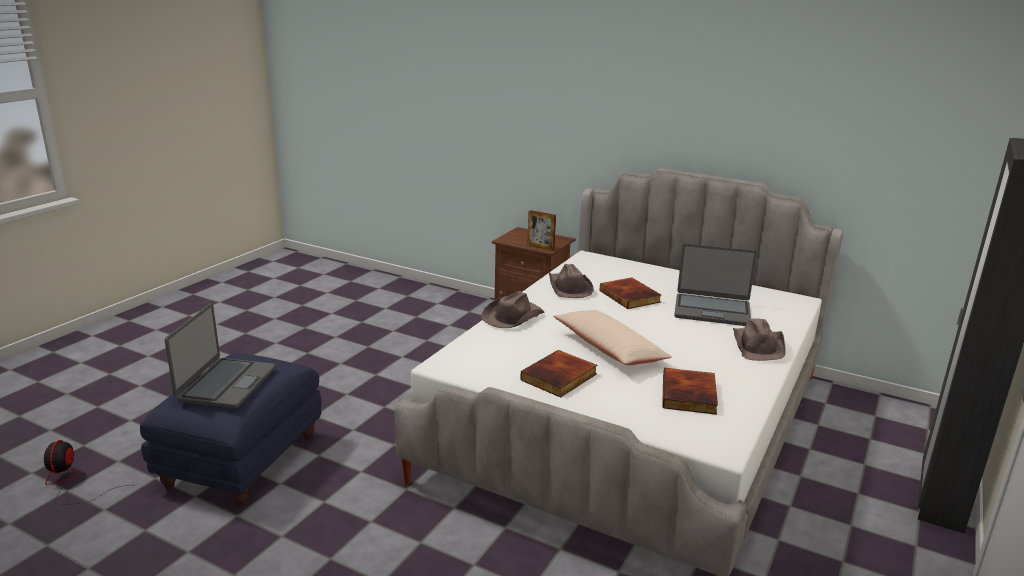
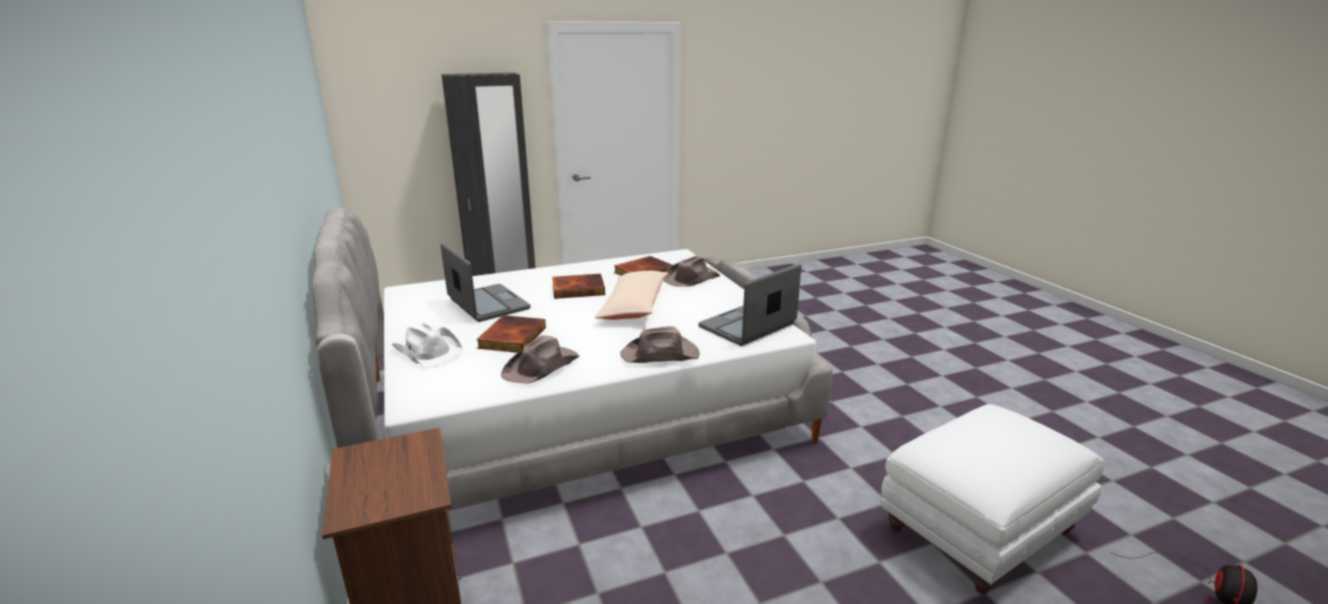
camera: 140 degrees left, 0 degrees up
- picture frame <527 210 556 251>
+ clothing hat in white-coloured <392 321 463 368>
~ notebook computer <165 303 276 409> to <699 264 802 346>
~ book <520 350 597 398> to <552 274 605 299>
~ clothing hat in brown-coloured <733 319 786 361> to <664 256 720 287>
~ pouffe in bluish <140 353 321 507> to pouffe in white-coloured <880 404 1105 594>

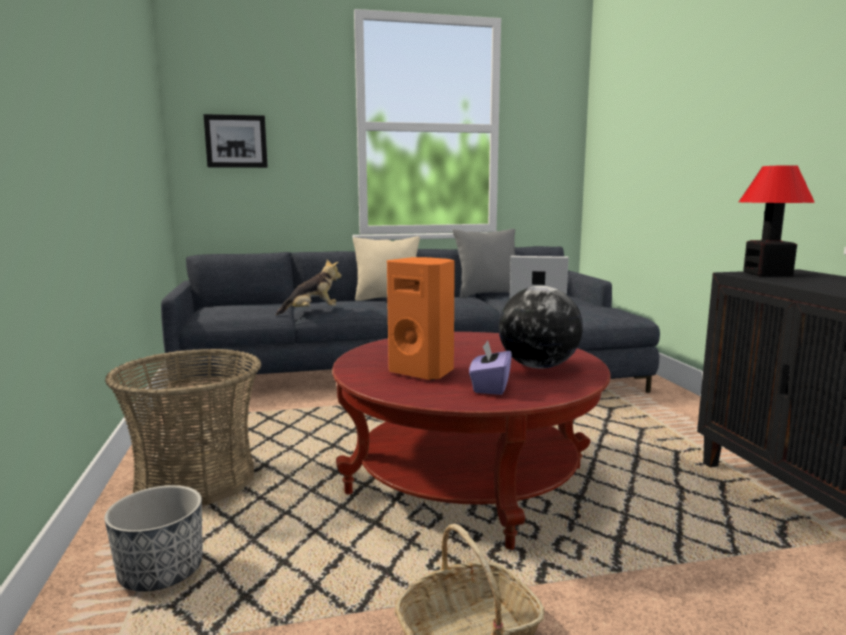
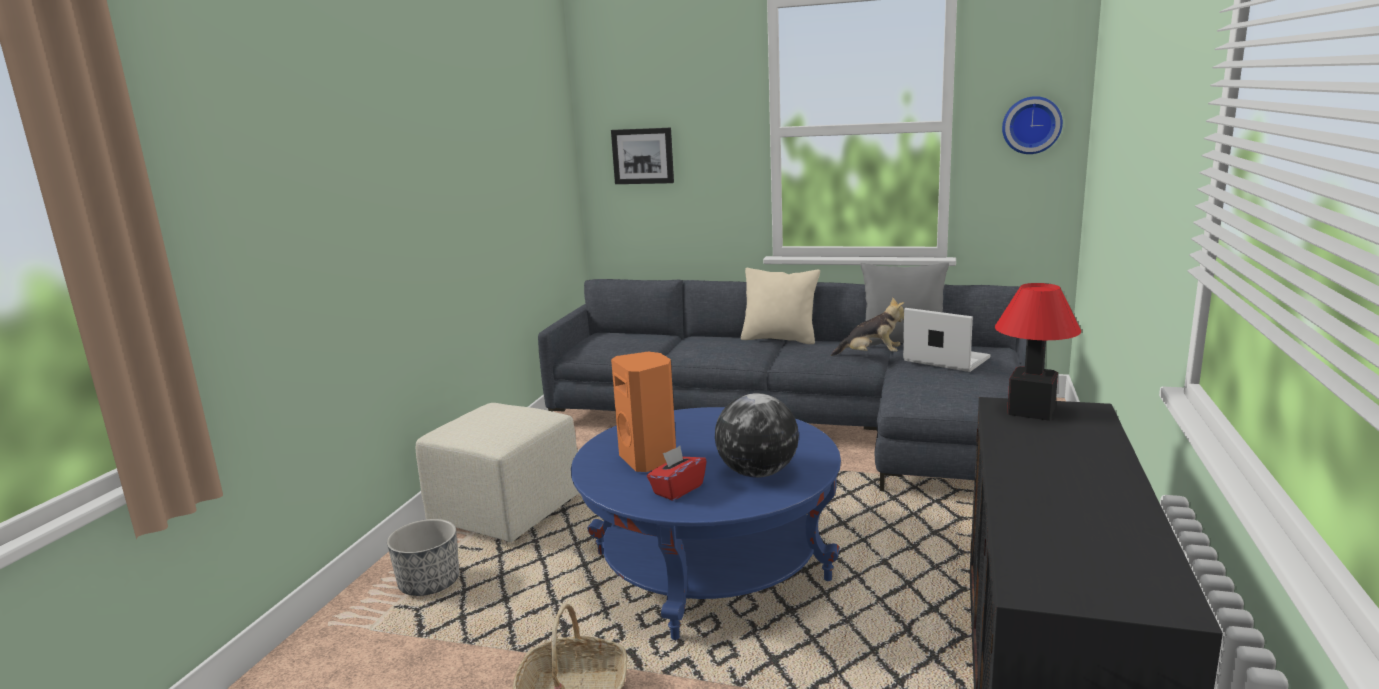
camera: 30 degrees right, 5 degrees up
+ wall clock <1002 96 1063 154>
~ plush toy <276 260 341 315> to <831 298 904 356>
~ storage basket <105 349 261 506> to pouffe in beige-coloured <416 403 579 542>
~ coffee table in red <332 332 611 550> to coffee table in bluish <571 407 841 640>
~ tissue box in purplish <469 340 512 395> to tissue box in red <647 446 707 501>

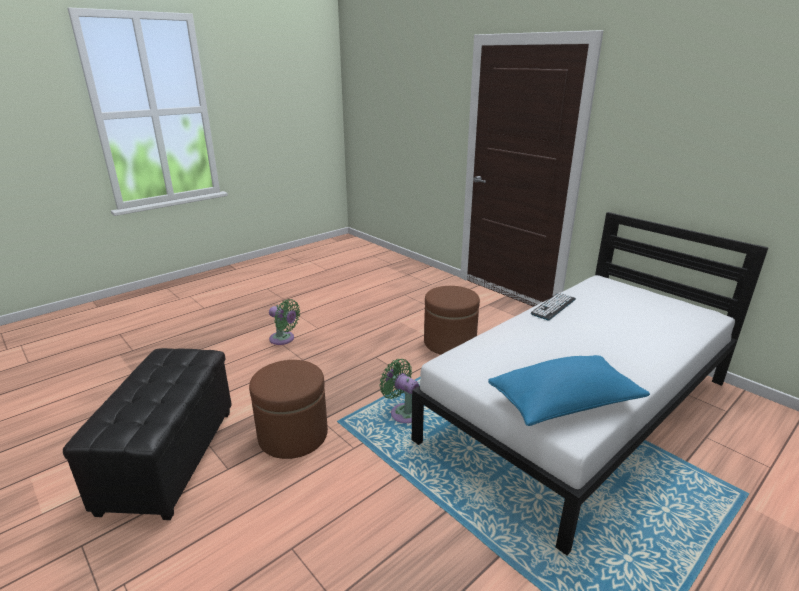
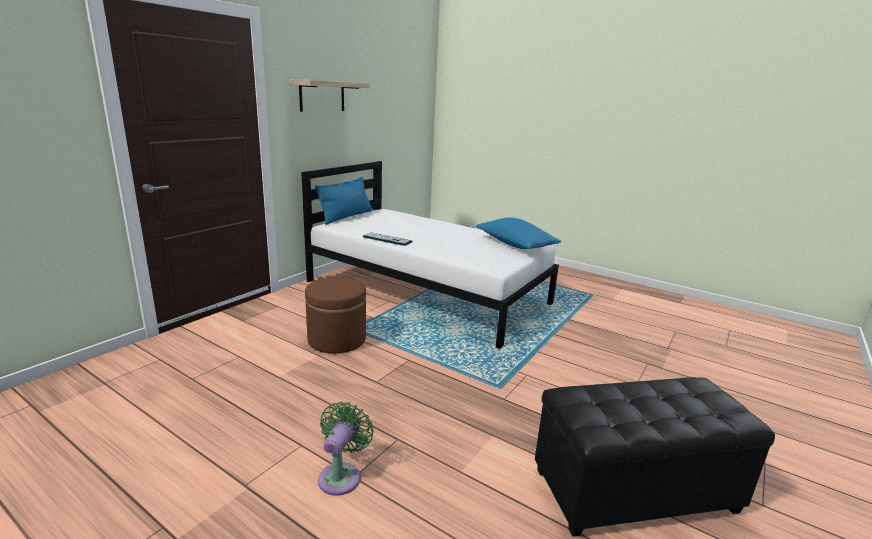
camera: 105 degrees left, 5 degrees down
- pouffe in brown-coloured <249 360 328 459>
- electric fan in green <379 359 419 423>
+ shelf <290 79 370 112>
+ cushion in bluish <315 177 372 224>

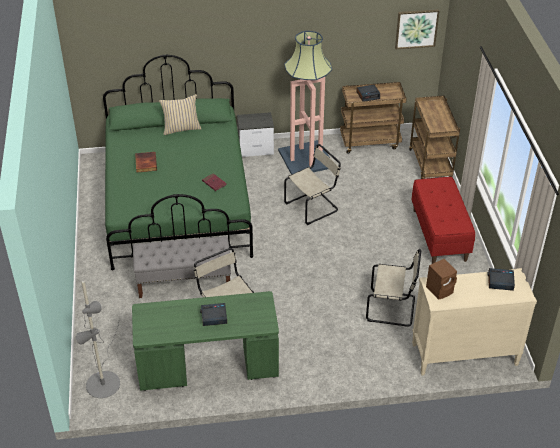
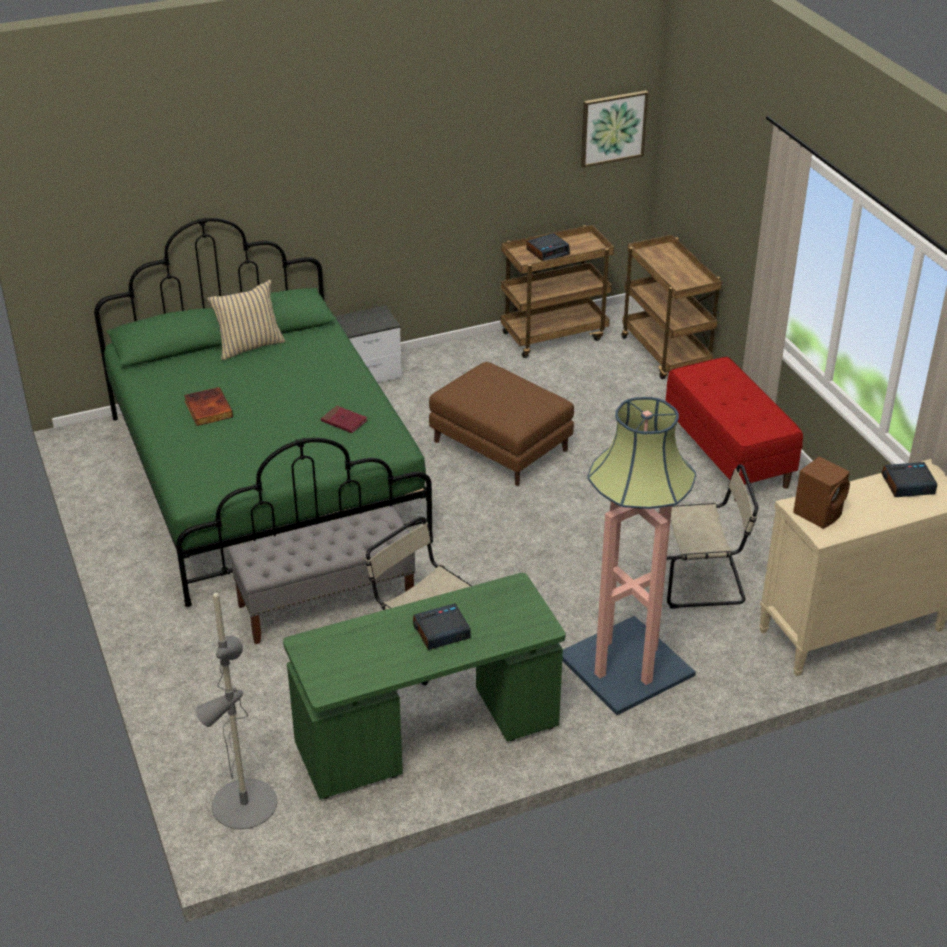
camera: 15 degrees left, 5 degrees down
~ floor lamp <278 31 332 175> to <562 397 696 715>
~ chair in beige-coloured <284 144 341 225> to pouffe in brown-coloured <429 362 574 486>

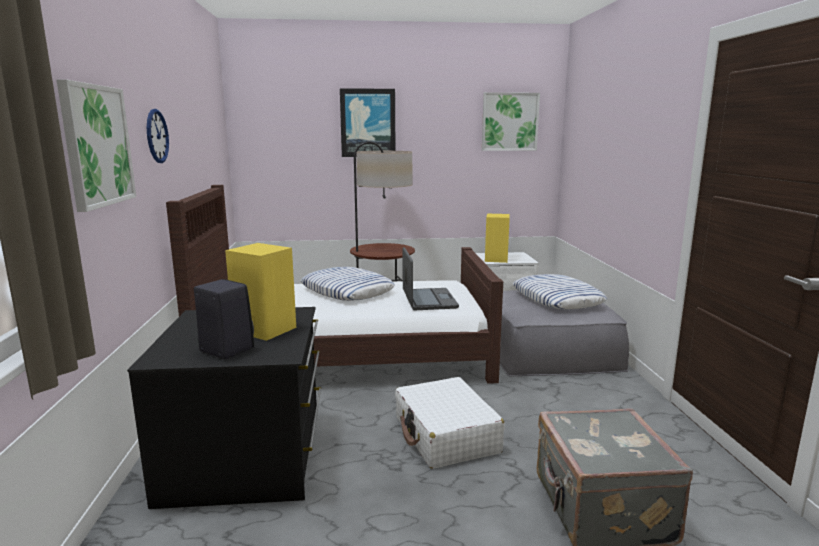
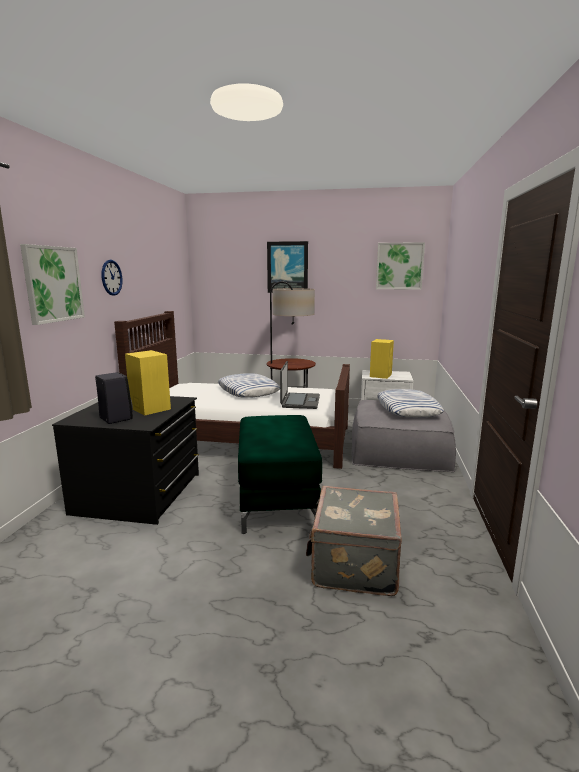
camera: 15 degrees right, 0 degrees up
~ piece of luggage in white-coloured <395 377 505 469> to pouffe in green <238 415 322 534>

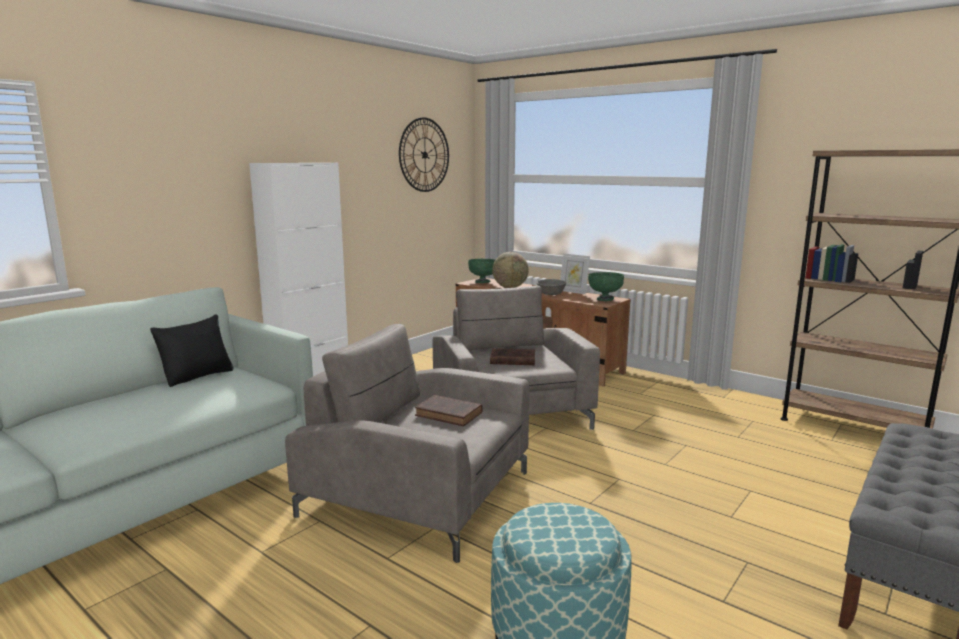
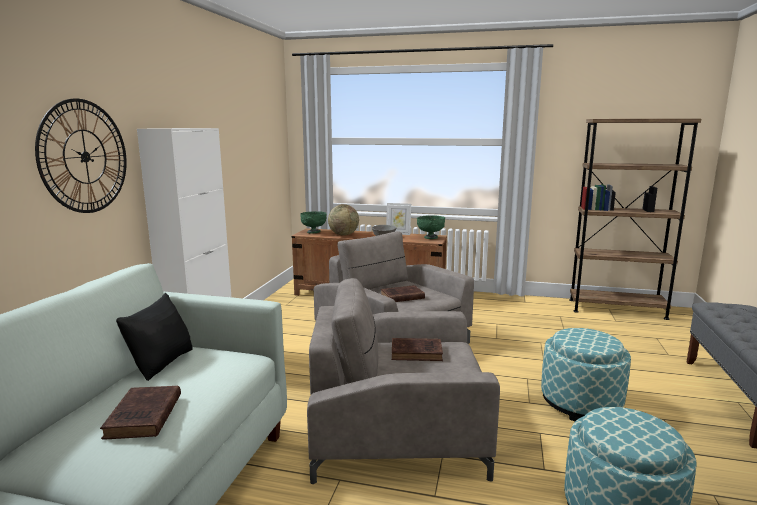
camera: 25 degrees left, 0 degrees up
+ book in brown-coloured <100 385 181 439>
+ pouffe <541 328 631 421>
~ wall clock <399 117 449 192> to <35 99 127 213>

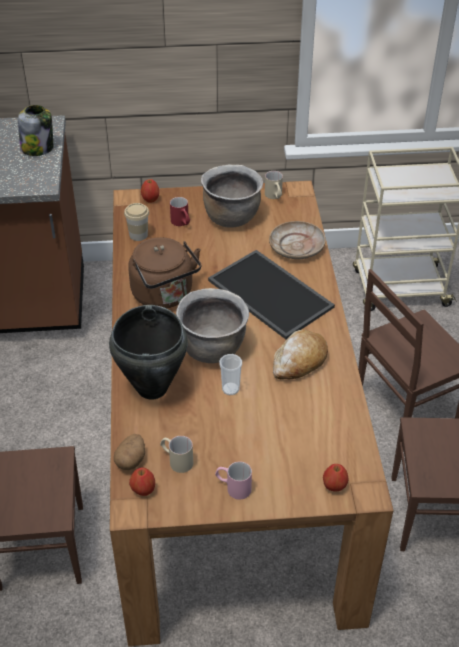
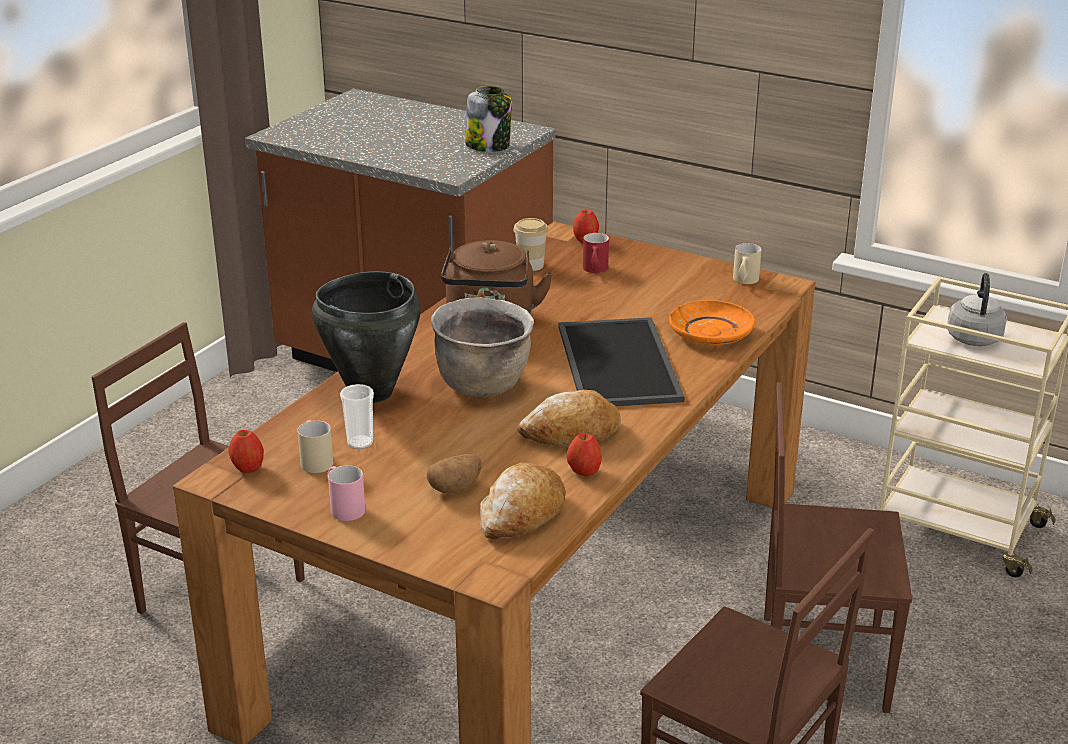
camera: 35 degrees right, 15 degrees down
- stockpot in brown-coloured <201 164 263 228>
+ bread <480 462 566 539>
+ water kettle in gray <947 273 1007 346>
~ spud <114 434 145 470> to <427 454 482 493>
~ drinking cup <219 354 242 395> to <340 384 374 449>
~ whole apple <323 464 348 491> to <566 433 602 476>
~ flat dish in beige-coloured <269 221 326 259> to flat dish in orangey <669 300 755 345>

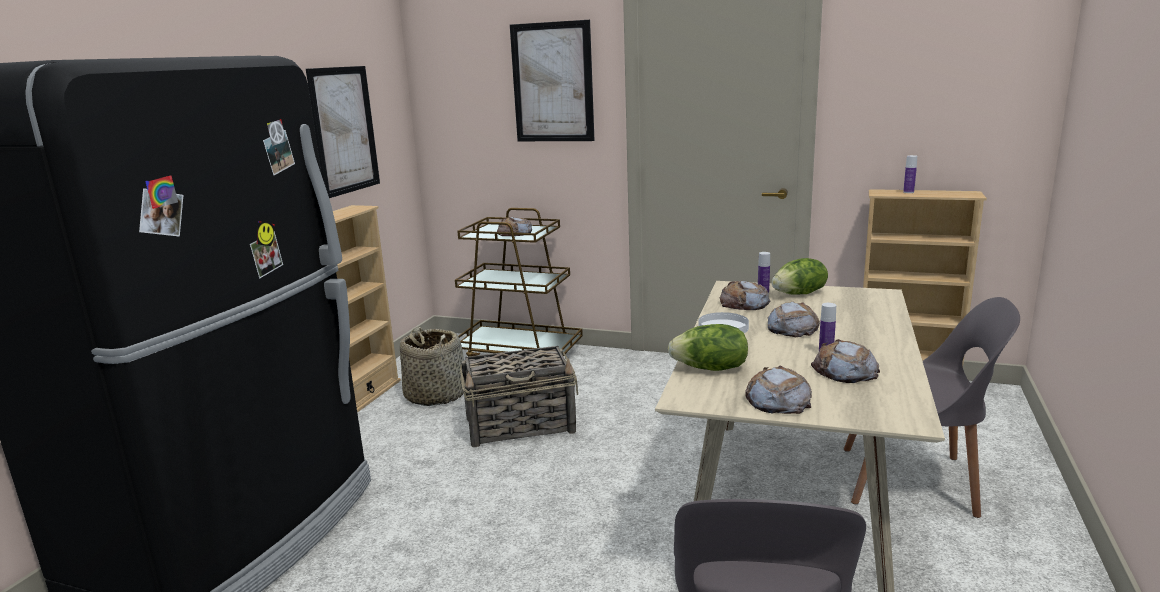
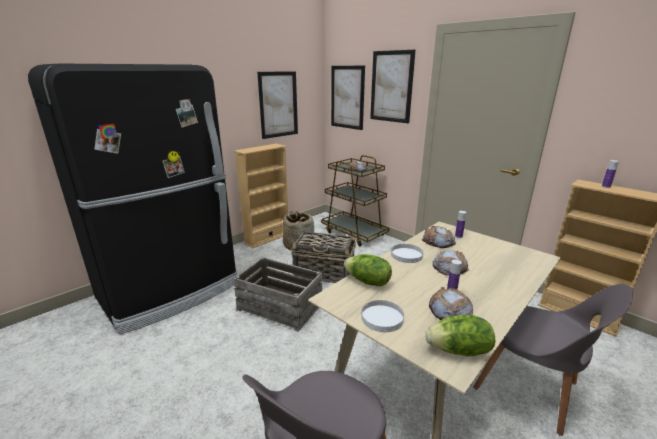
camera: 25 degrees right, 5 degrees up
+ shipping crate <233 257 322 332>
+ picture <331 66 365 130>
~ lettuce <772 258 828 295> to <425 315 495 357>
~ bread <746 366 812 414> to flat dish in white-coloured <361 300 404 332>

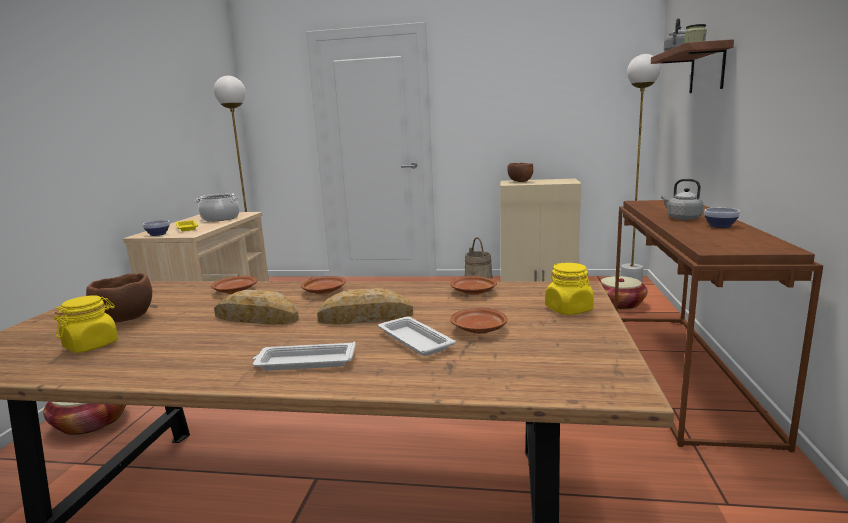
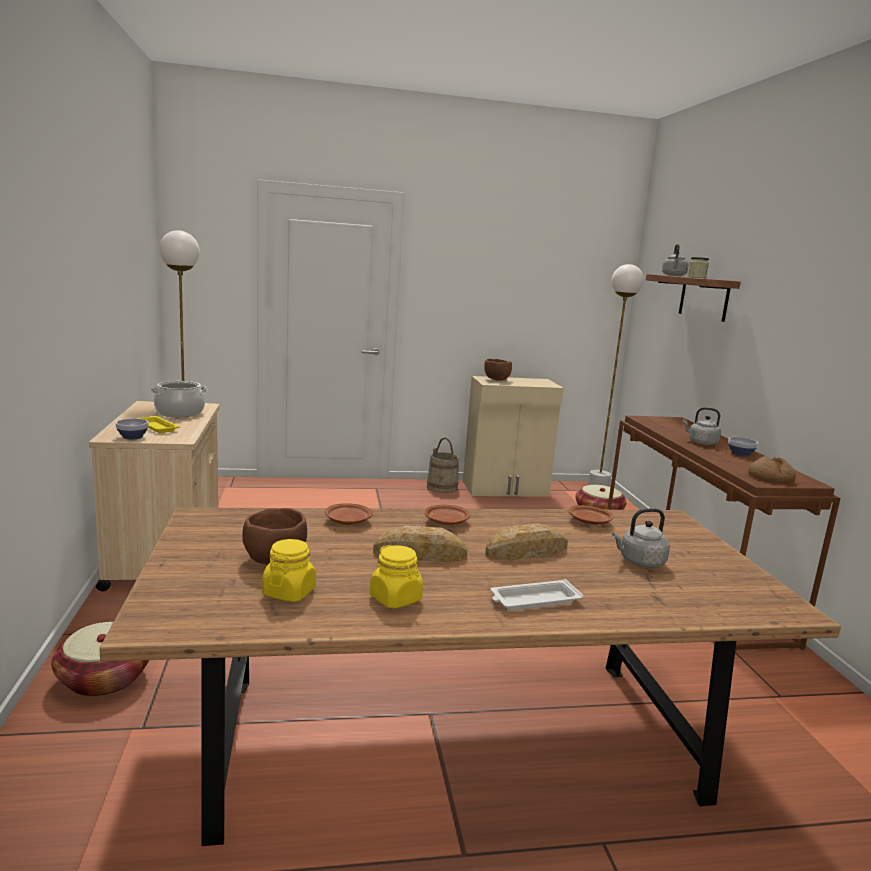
camera: 20 degrees left, 0 degrees up
- serving tray in white-coloured <378 317 456 356>
+ bread <748 456 796 482>
~ jar in yellow-coloured <545 263 594 315> to <370 545 423 609>
~ flat dish in brown-coloured <450 308 508 334> to water kettle in gray <612 508 670 568>

